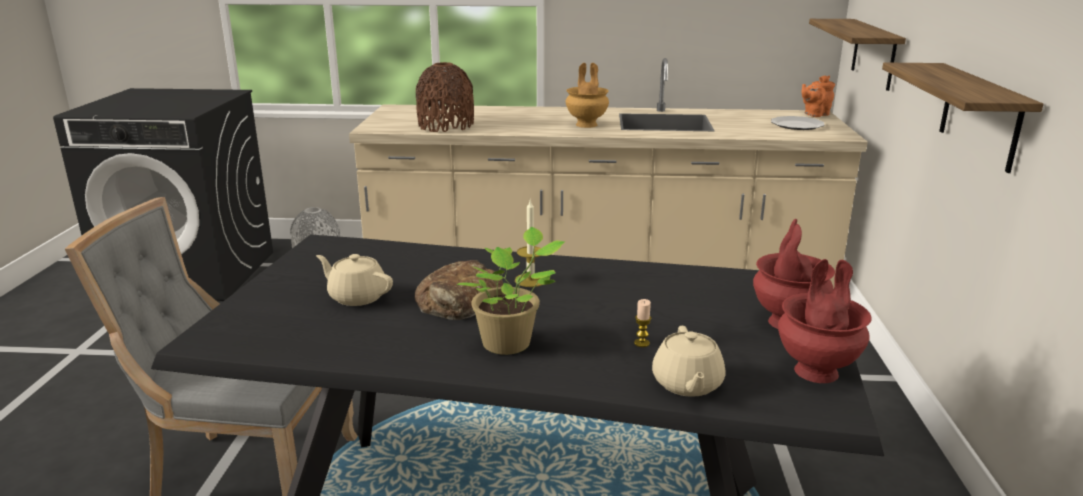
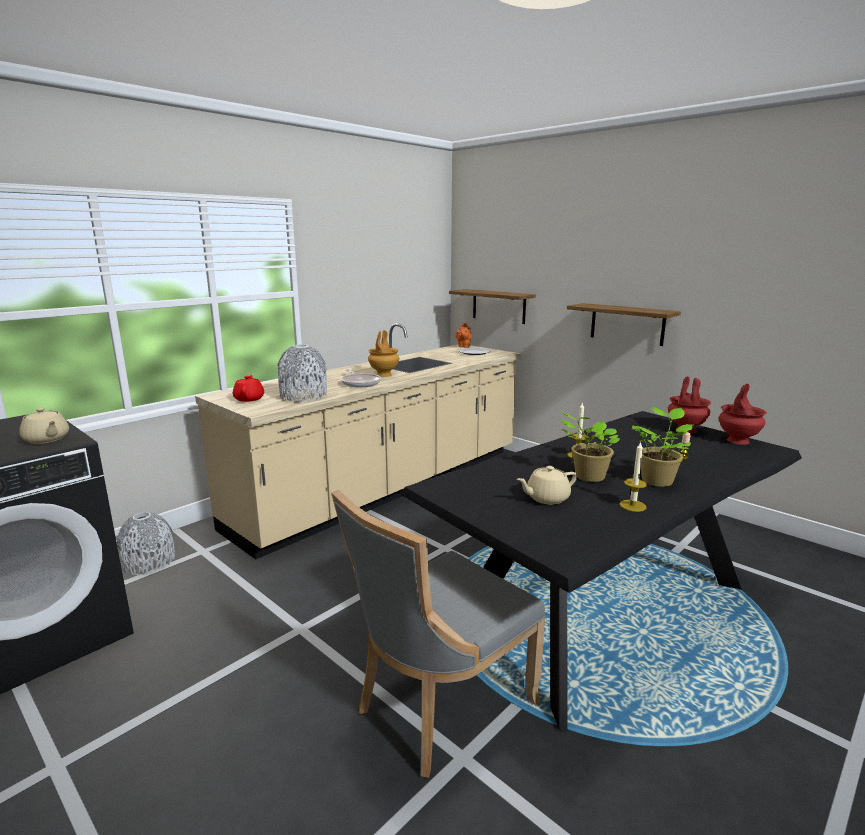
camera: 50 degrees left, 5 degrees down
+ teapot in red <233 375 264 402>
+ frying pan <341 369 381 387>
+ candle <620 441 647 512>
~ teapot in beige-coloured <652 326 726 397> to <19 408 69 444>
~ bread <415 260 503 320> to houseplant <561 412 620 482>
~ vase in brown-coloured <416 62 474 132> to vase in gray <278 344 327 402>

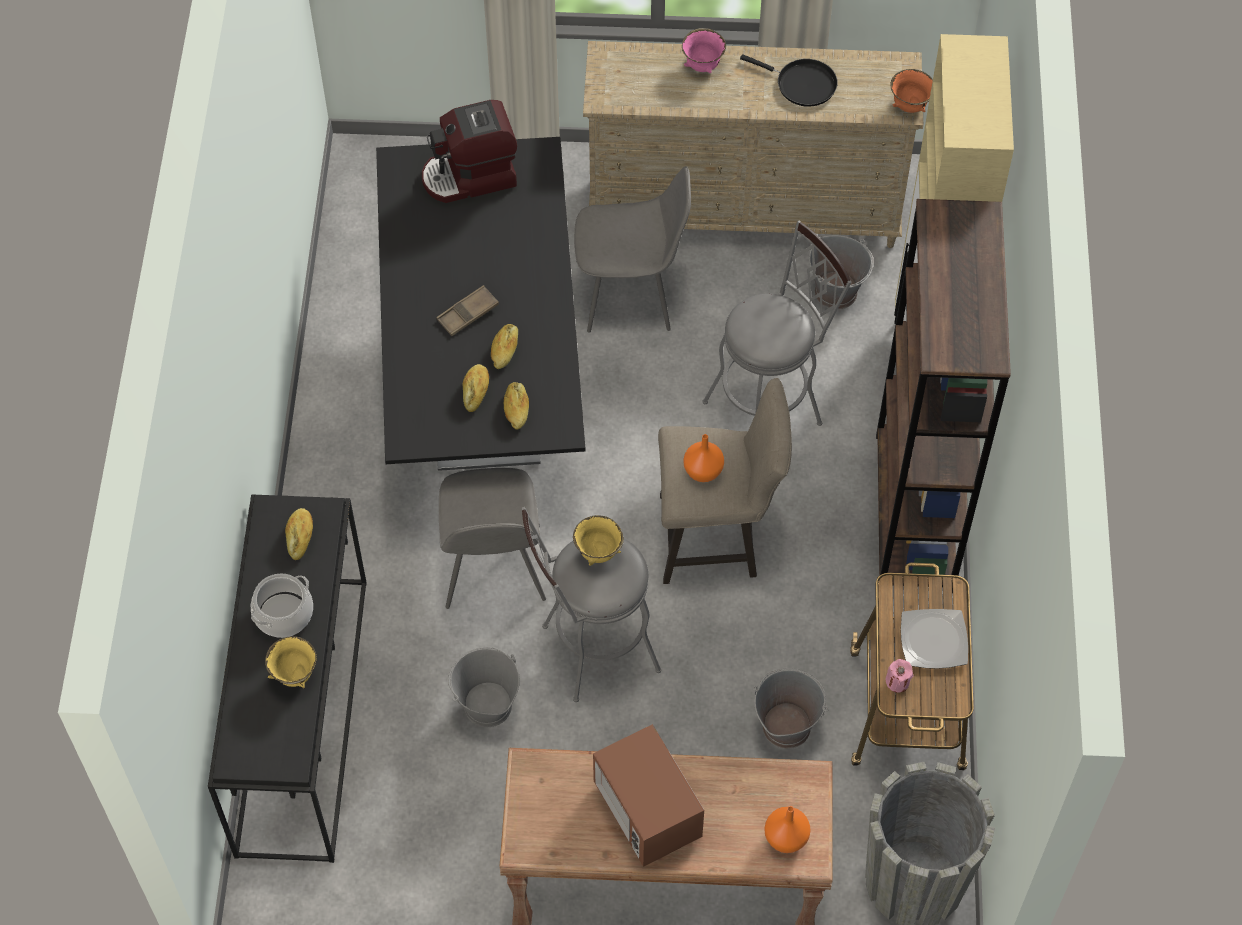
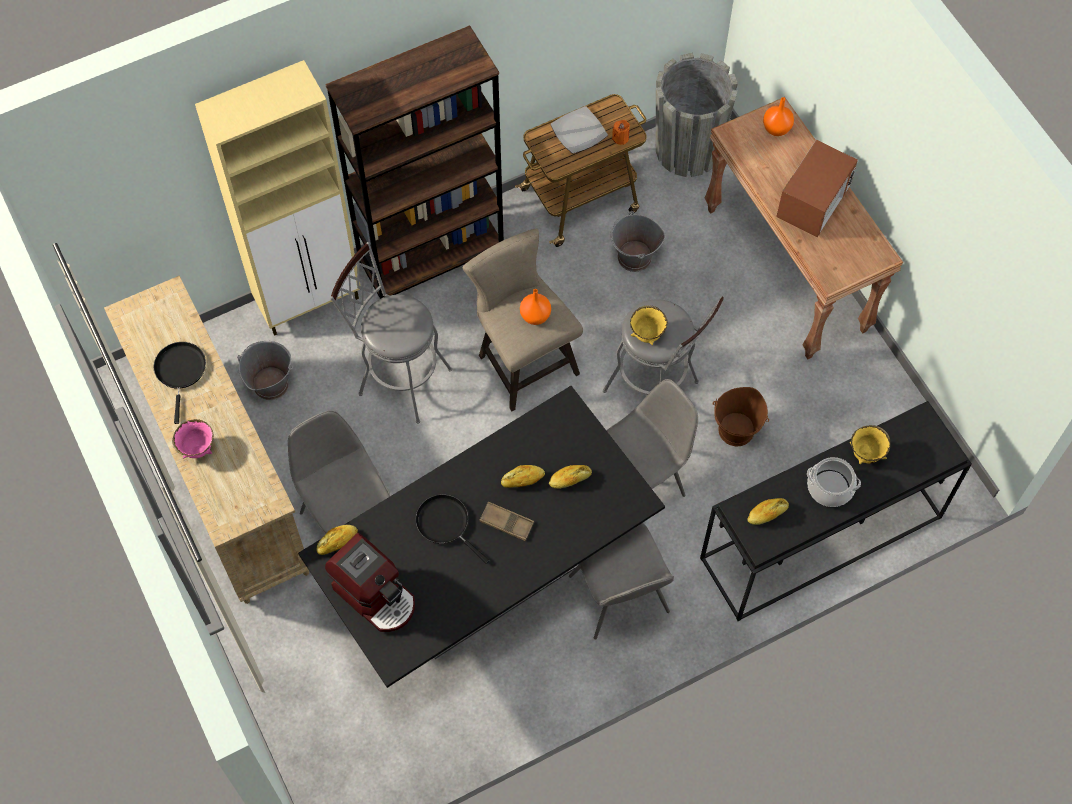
camera: 120 degrees left, 5 degrees up
- deep dish in orangey <891 69 933 113>
+ frying pan in black <416 494 490 564>
+ chair in gray <569 523 674 639>
~ bread <504 382 529 429> to <316 525 358 555>
~ bucket in gray <448 647 520 727> to bucket in brown-coloured <713 387 769 446>
~ candle in pink <885 659 913 693> to candle in orangey <612 120 630 145>

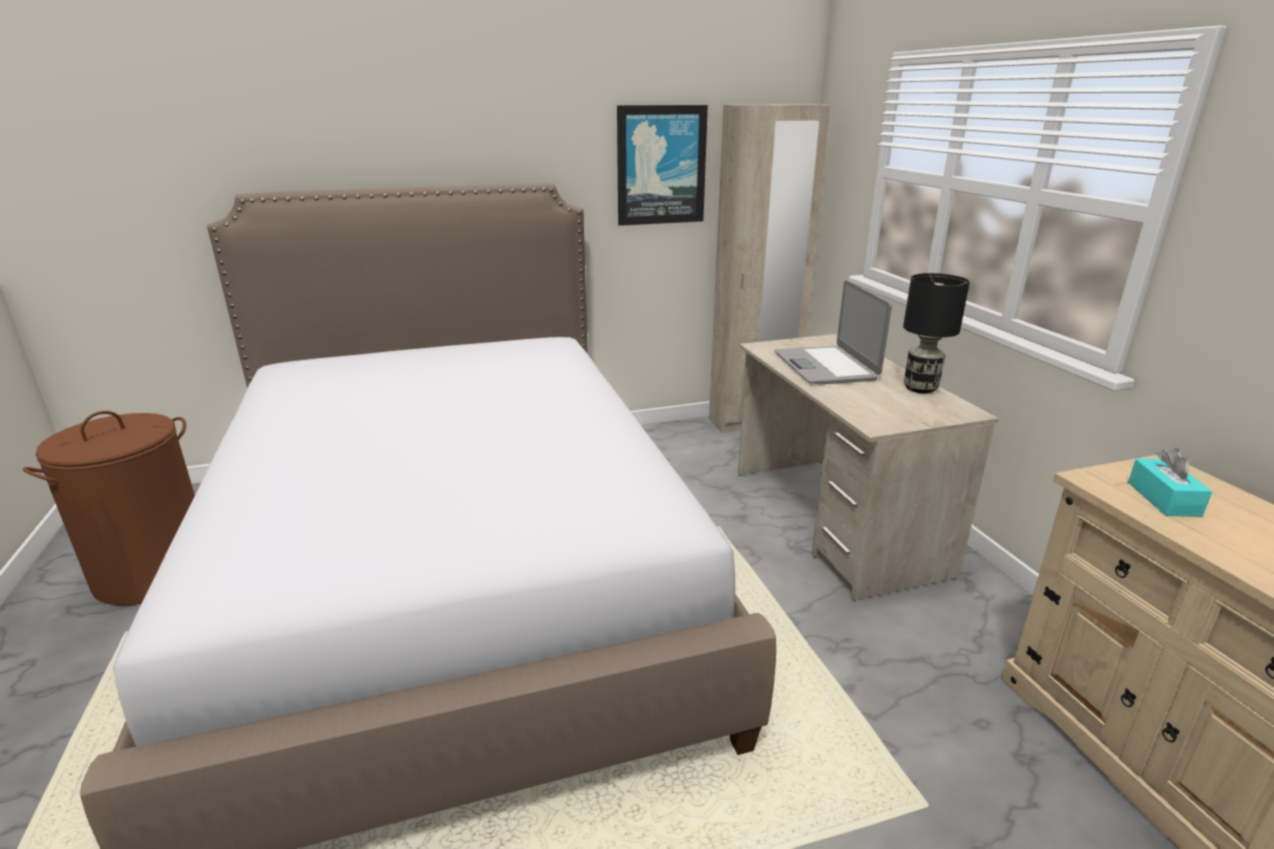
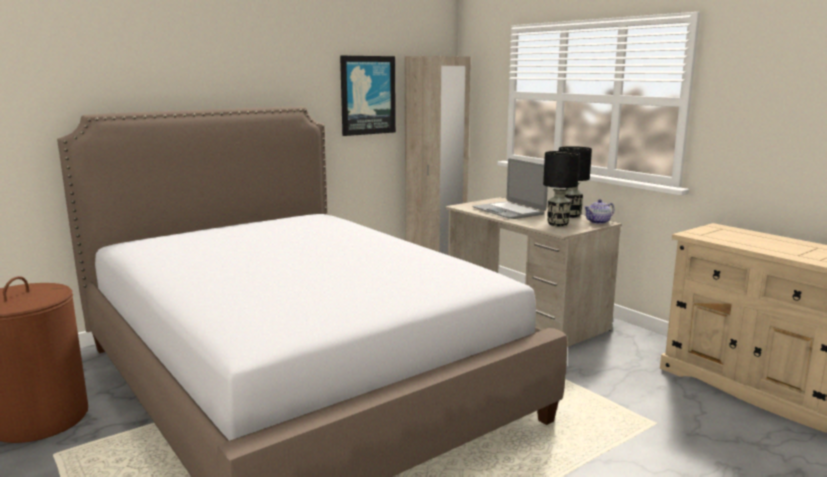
camera: 20 degrees left, 10 degrees down
- tissue box in turquoise <1128 448 1212 517>
+ table lamp in black <543 151 580 227>
+ teapot <584 199 614 224>

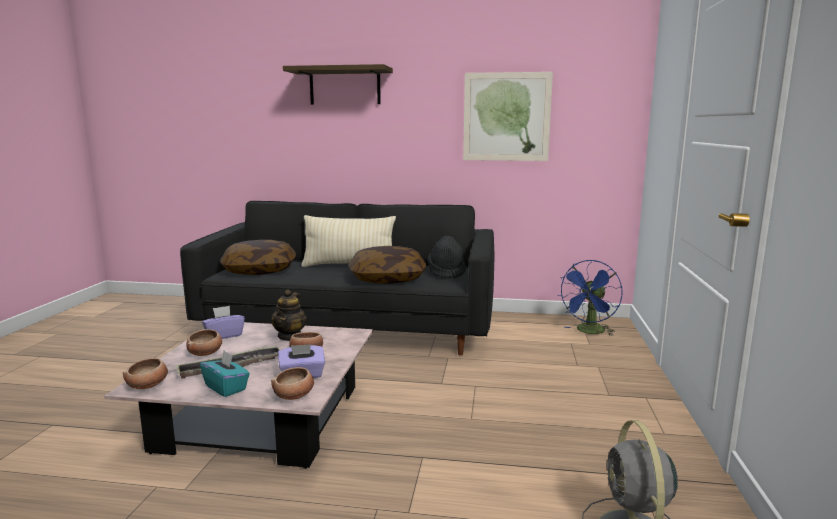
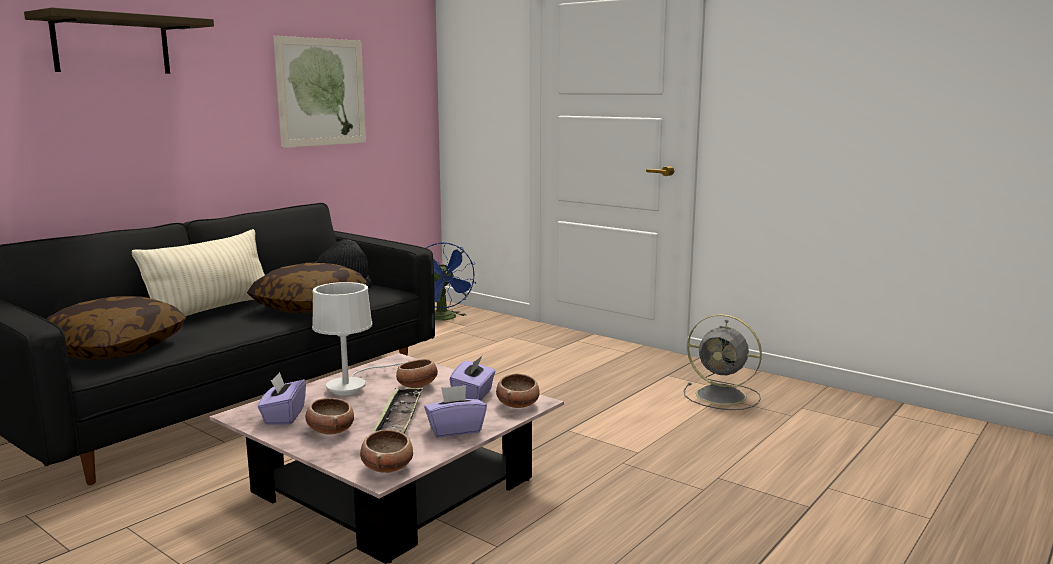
camera: 60 degrees left, 0 degrees up
~ teapot <271 289 307 341> to table lamp in white-coloured <312 282 408 396>
~ tissue box in turquoise <200 351 250 397> to tissue box in purplish <424 385 487 437>

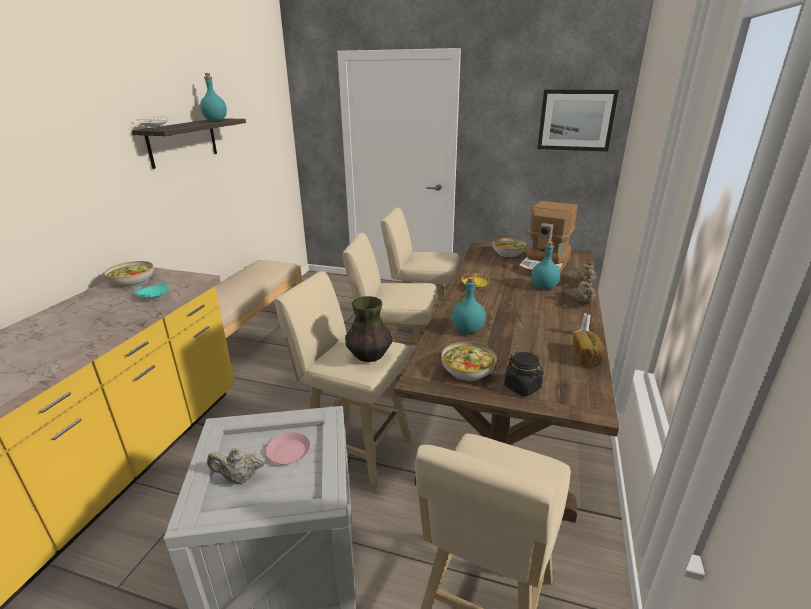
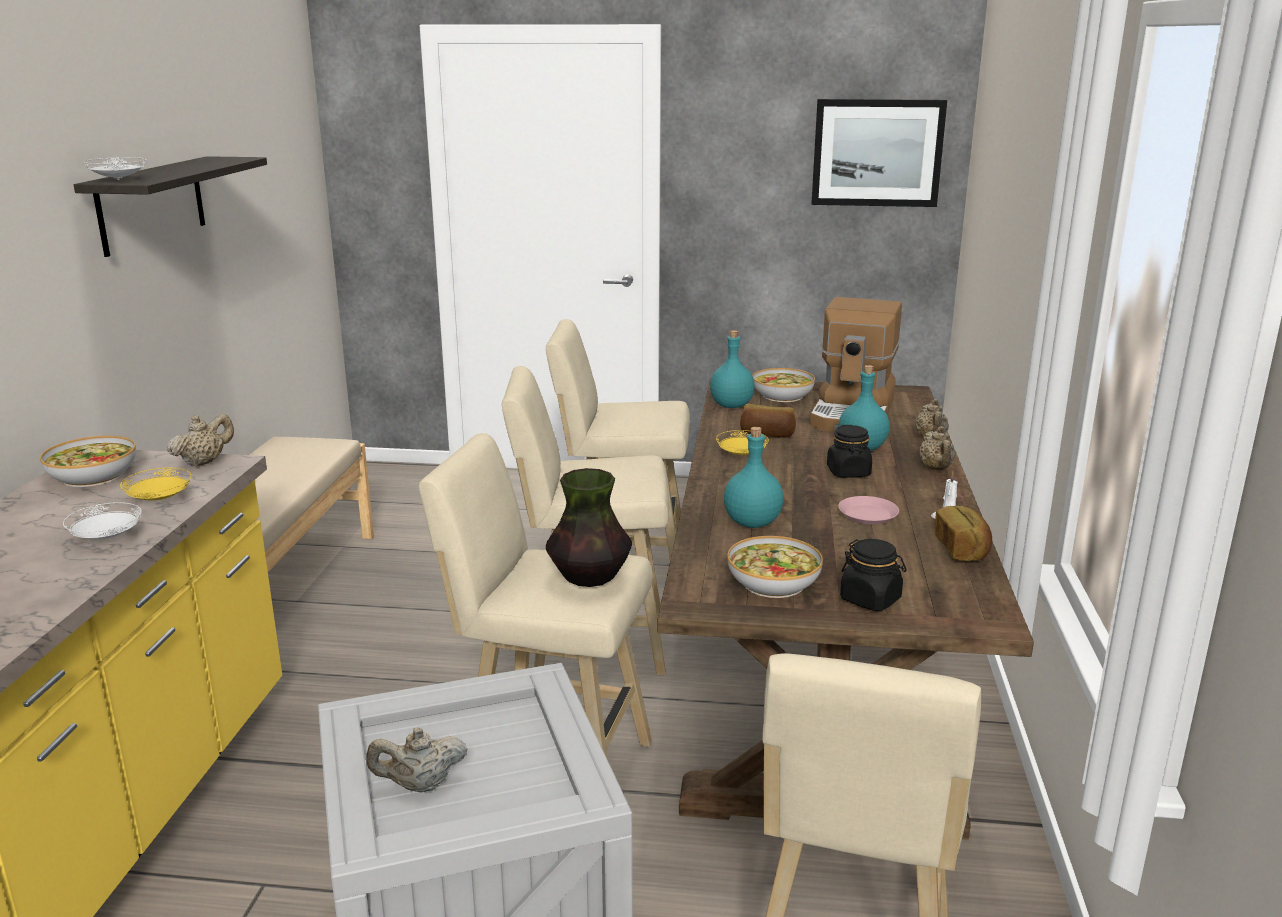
camera: 10 degrees left, 5 degrees down
+ flat dish in white-coloured <63 502 142 540>
+ teapot in beige-coloured <168 414 234 467>
+ bread <740 404 796 438>
+ jar in black <827 425 872 478>
~ beverage bottle in turquoise <200 73 227 121> to <710 330 755 408>
~ flat dish in pink <265 432 311 464> to <838 496 899 524>
~ flat dish in turquoise <133 281 171 298> to flat dish in yellow-coloured <120 468 192 500>

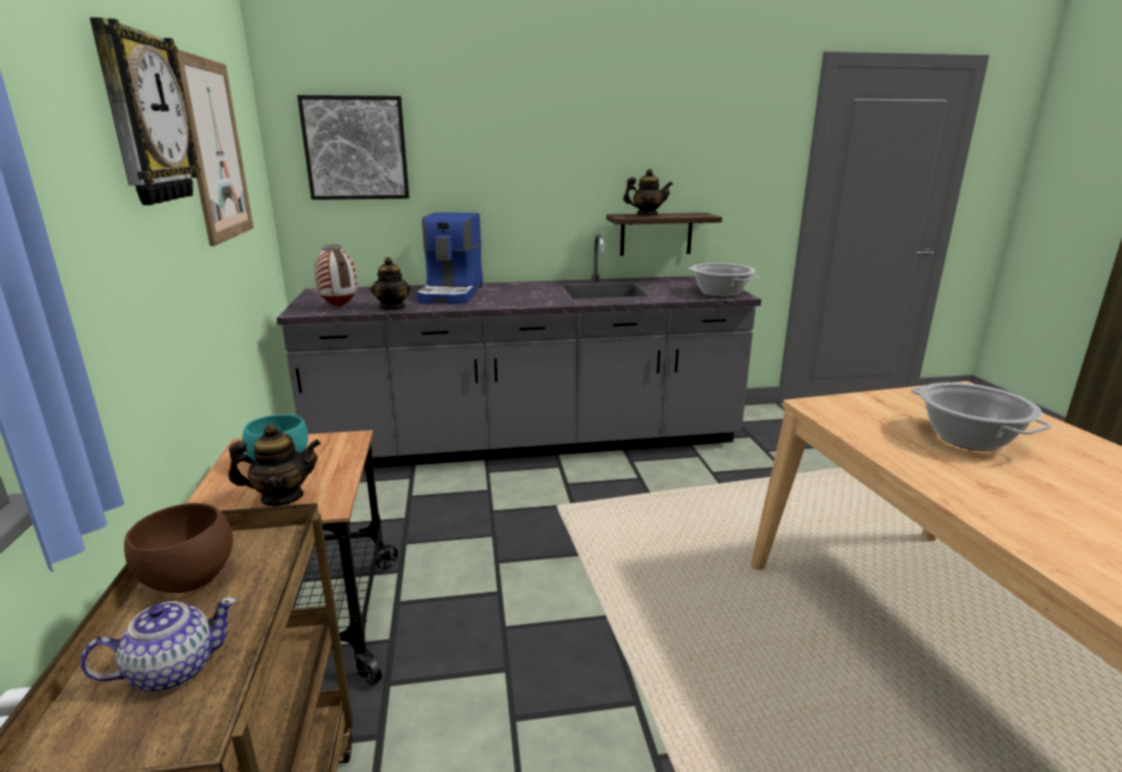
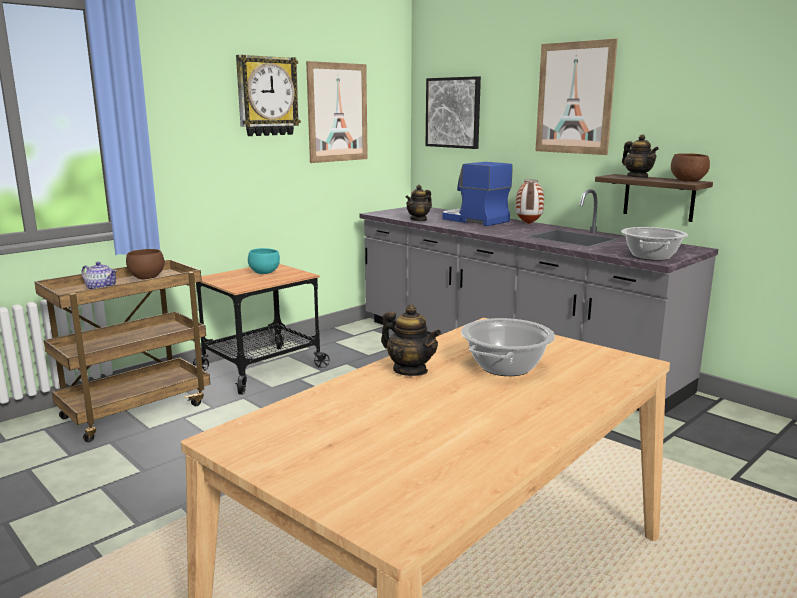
camera: 55 degrees right, 5 degrees down
+ picture <535 39 618 155>
+ deep dish in brown-coloured <671 153 710 182>
~ teapot <228 424 321 506> to <381 305 441 376>
~ vase <314 245 357 307> to <515 179 544 224>
~ coffee maker <417 212 483 304> = <442 162 513 226> 75 degrees clockwise

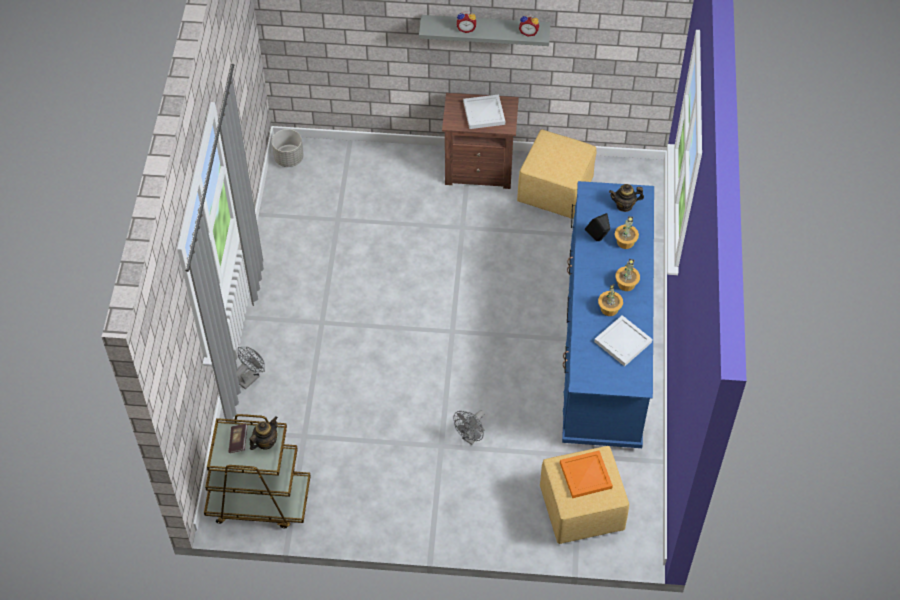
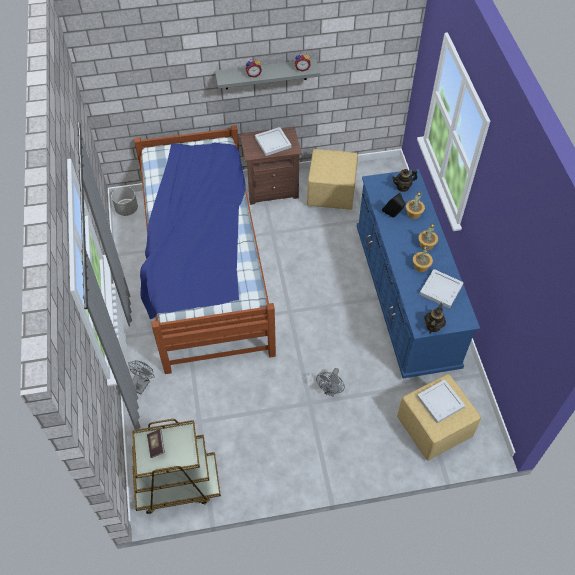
camera: 15 degrees left, 0 degrees up
+ sleeping bed <134 125 276 374>
~ teapot <249 416 278 450> to <424 303 446 334>
~ serving tray in orangey <560 451 613 498> to serving tray in white-coloured <417 379 465 423>

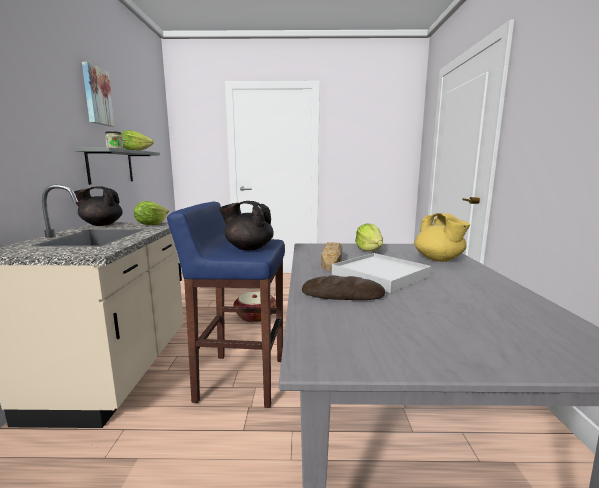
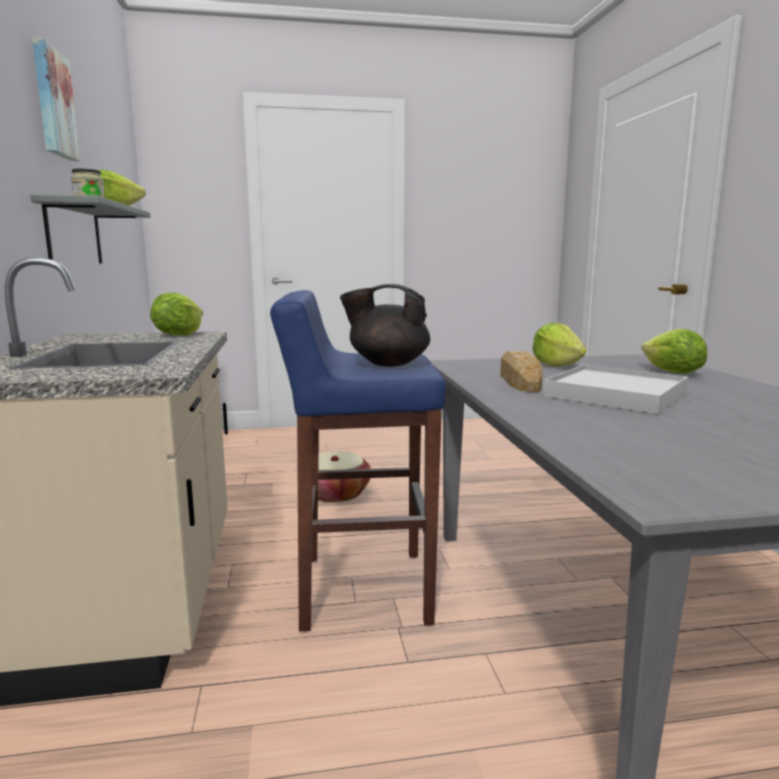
camera: 10 degrees left, 0 degrees up
- teapot in black <74 186 123 226>
- bread <302 276 385 300>
~ teapot in yellow-coloured <414 213 470 262> to lettuce <641 329 707 374>

